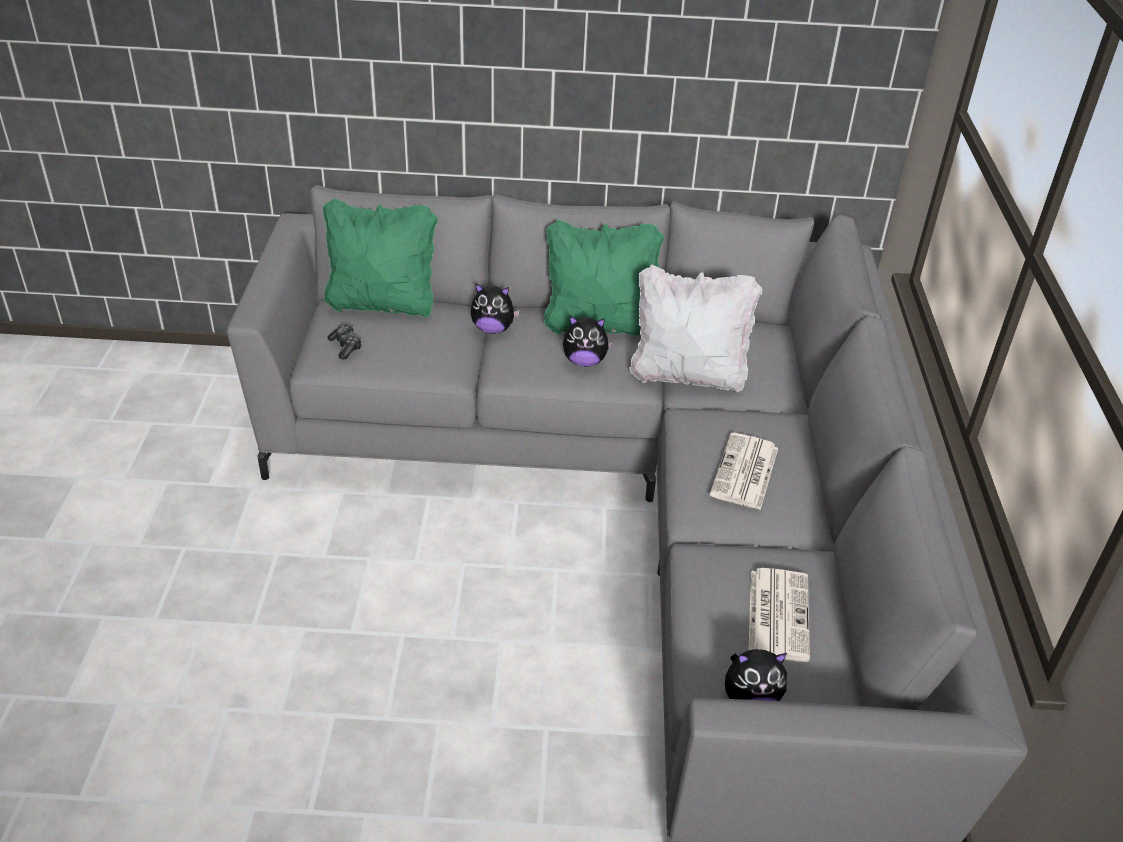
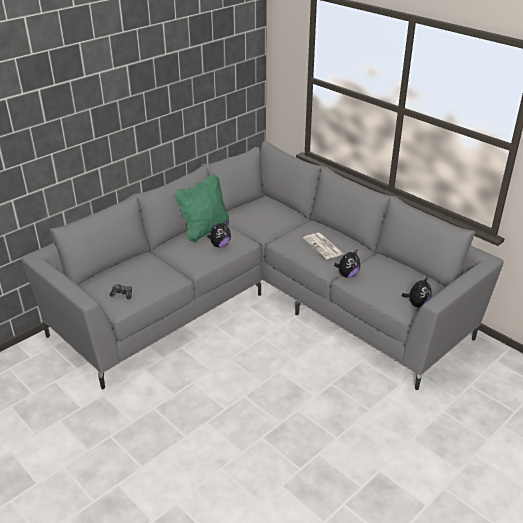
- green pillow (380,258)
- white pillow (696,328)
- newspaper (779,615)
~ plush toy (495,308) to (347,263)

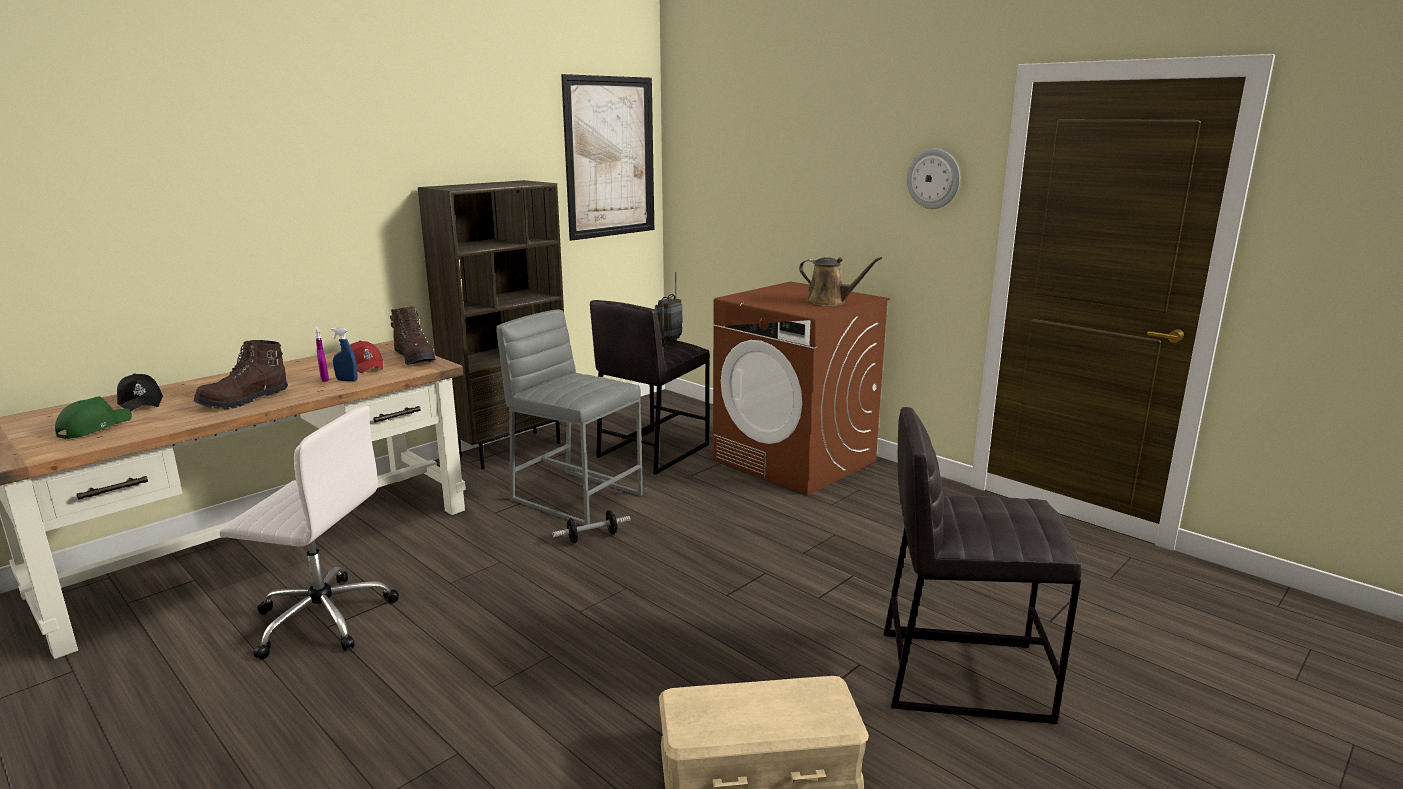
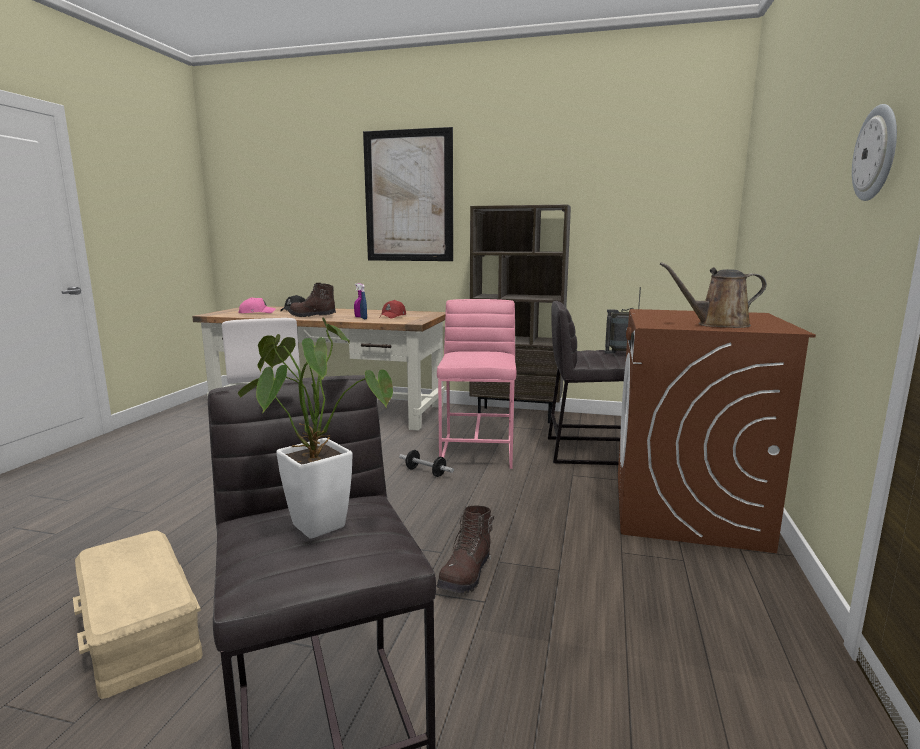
+ potted plant (315,428)
~ brown boot (413,335) to (465,550)
~ picture (607,157) to (408,194)
~ green cap (93,418) to pink cap (257,305)
~ grey stool (569,417) to pink stool (476,384)
~ brown watering can (840,281) = (713,295) 90 degrees clockwise

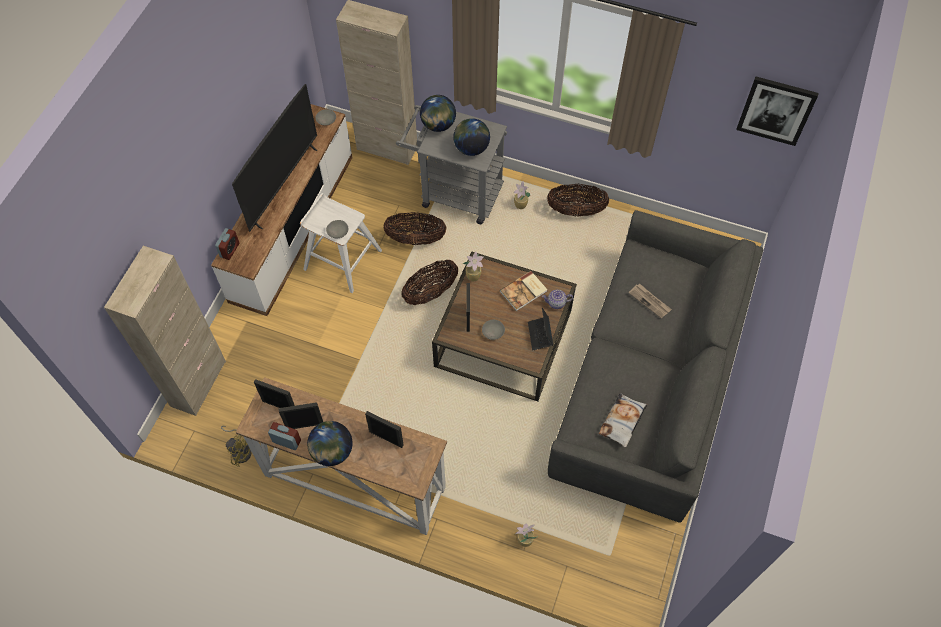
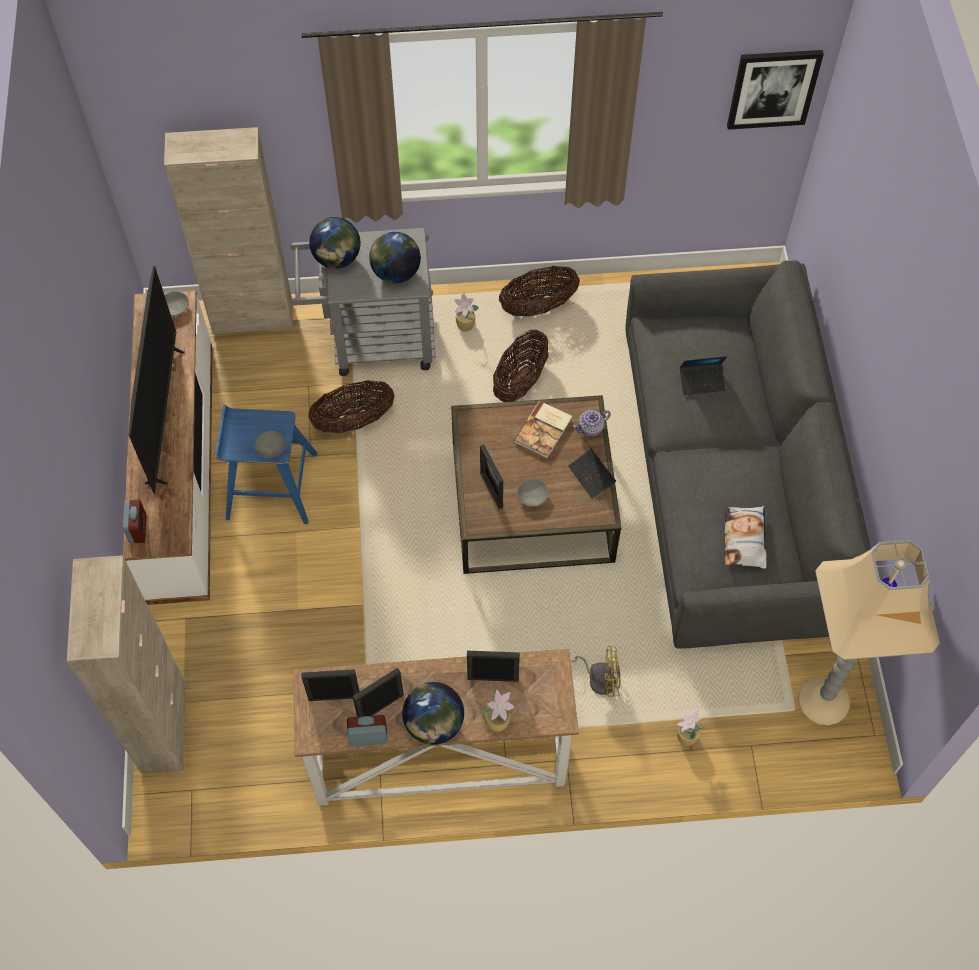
+ beige floor lamp (869,632)
~ yellow fan (236,446) to (596,671)
~ basket (429,282) to (521,365)
~ potted plant (473,266) to (497,711)
~ newspaper (650,301) to laptop (704,375)
~ white stool (341,243) to blue stool (266,464)

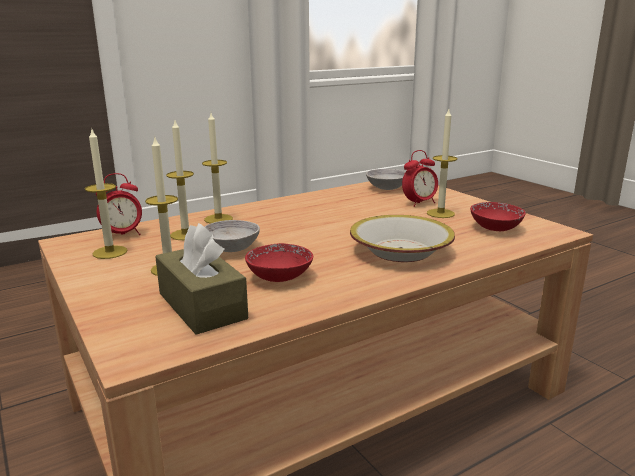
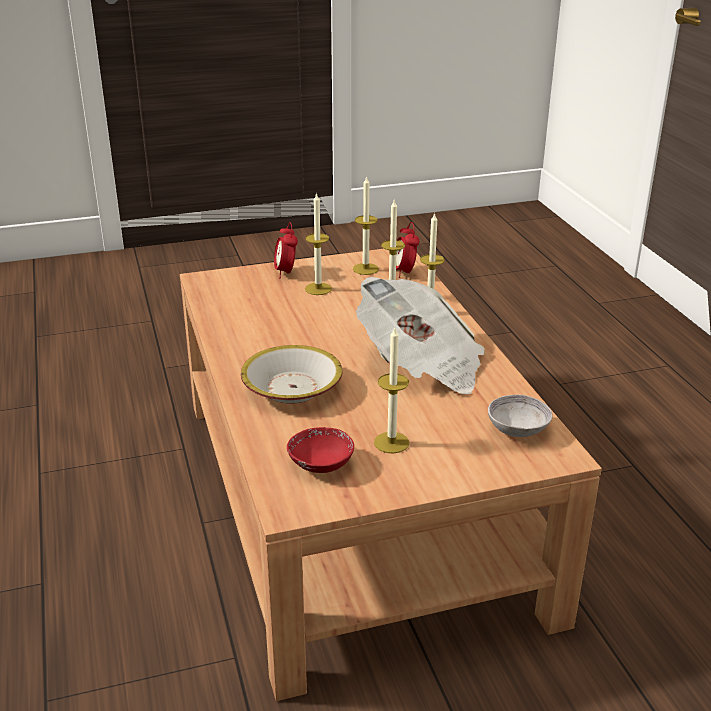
- brown tissue box (201,279)
- grey bowl (232,236)
- red bowl (279,262)
+ newspaper (420,335)
~ alarm clock (420,178) to (286,250)

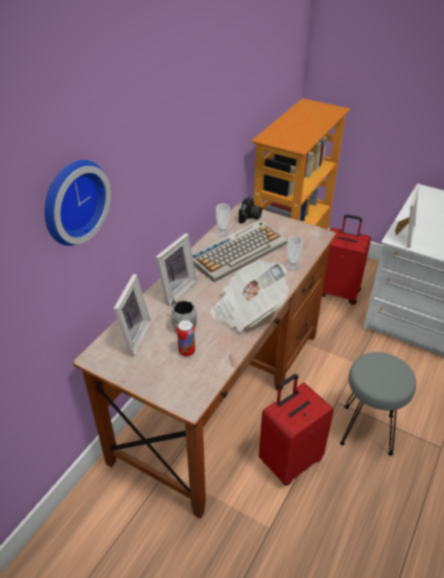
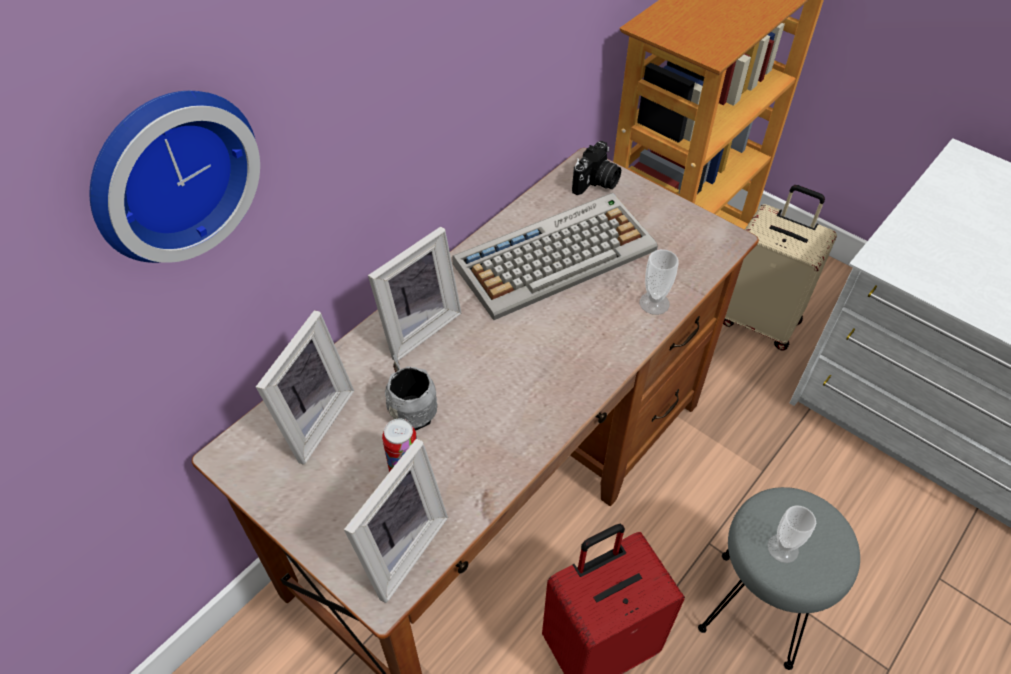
- newspaper (249,296)
~ cup (223,220) to (791,534)
~ picture frame (406,217) to (396,520)
~ red suitcase (346,259) to beige suitcase (780,268)

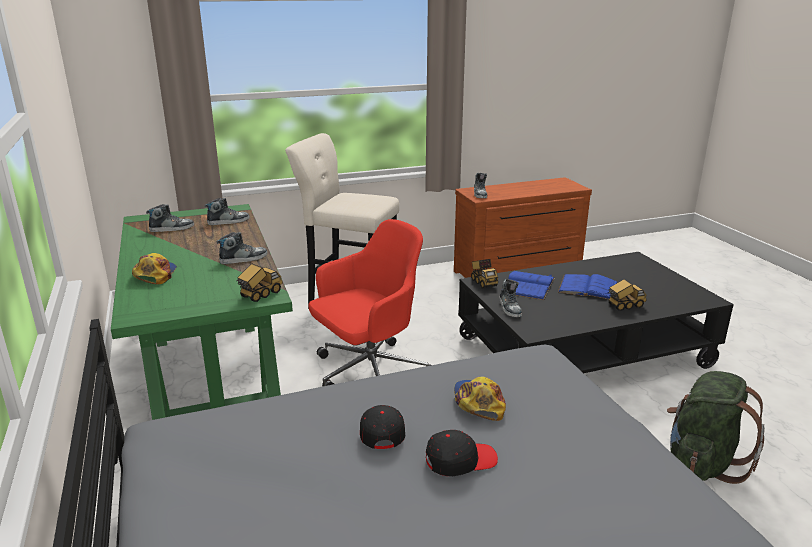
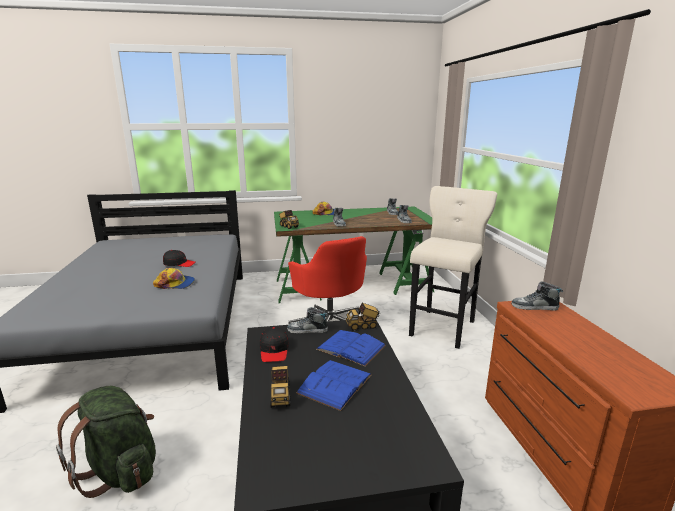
~ black cap (462,453) to (274,344)

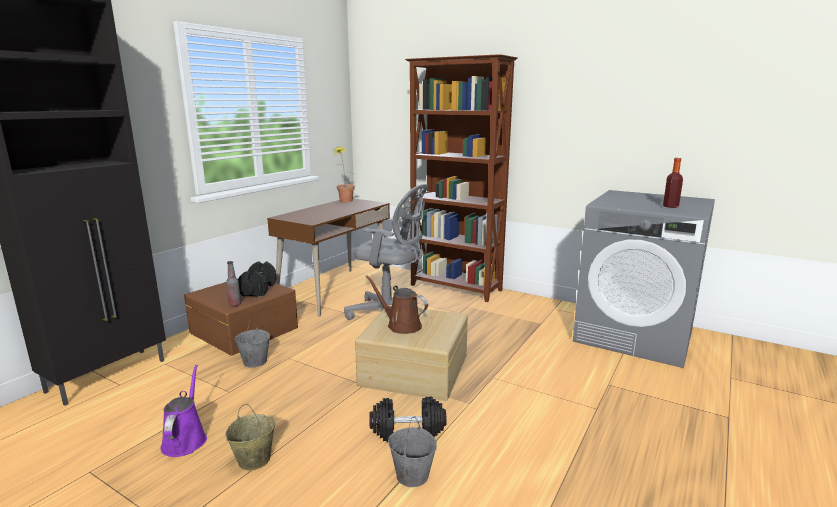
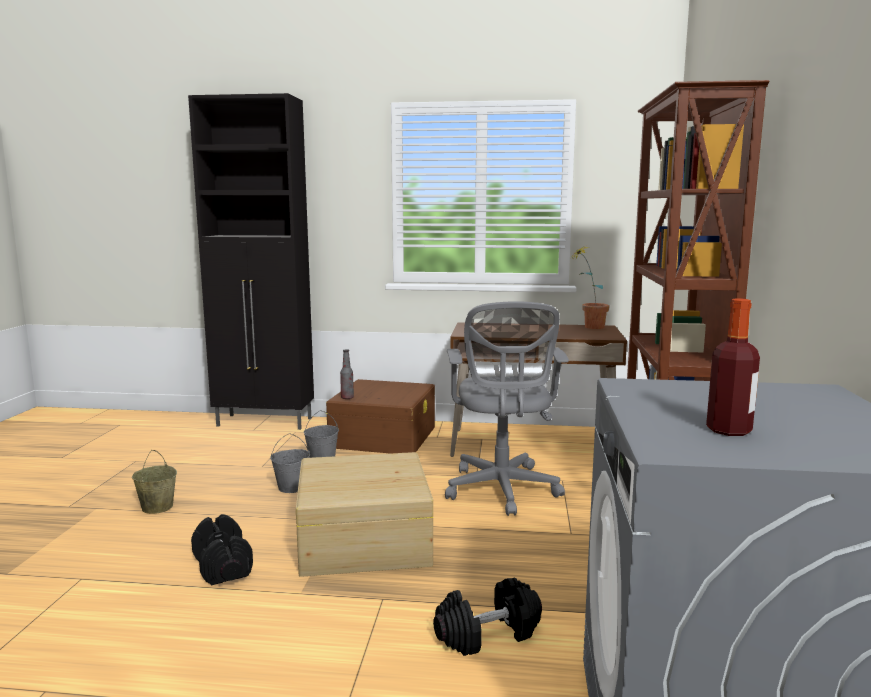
- purple watering can (184,411)
- brown watering can (397,304)
~ black dumbbell (257,278) to (487,617)
~ grey bucket (412,452) to (290,463)

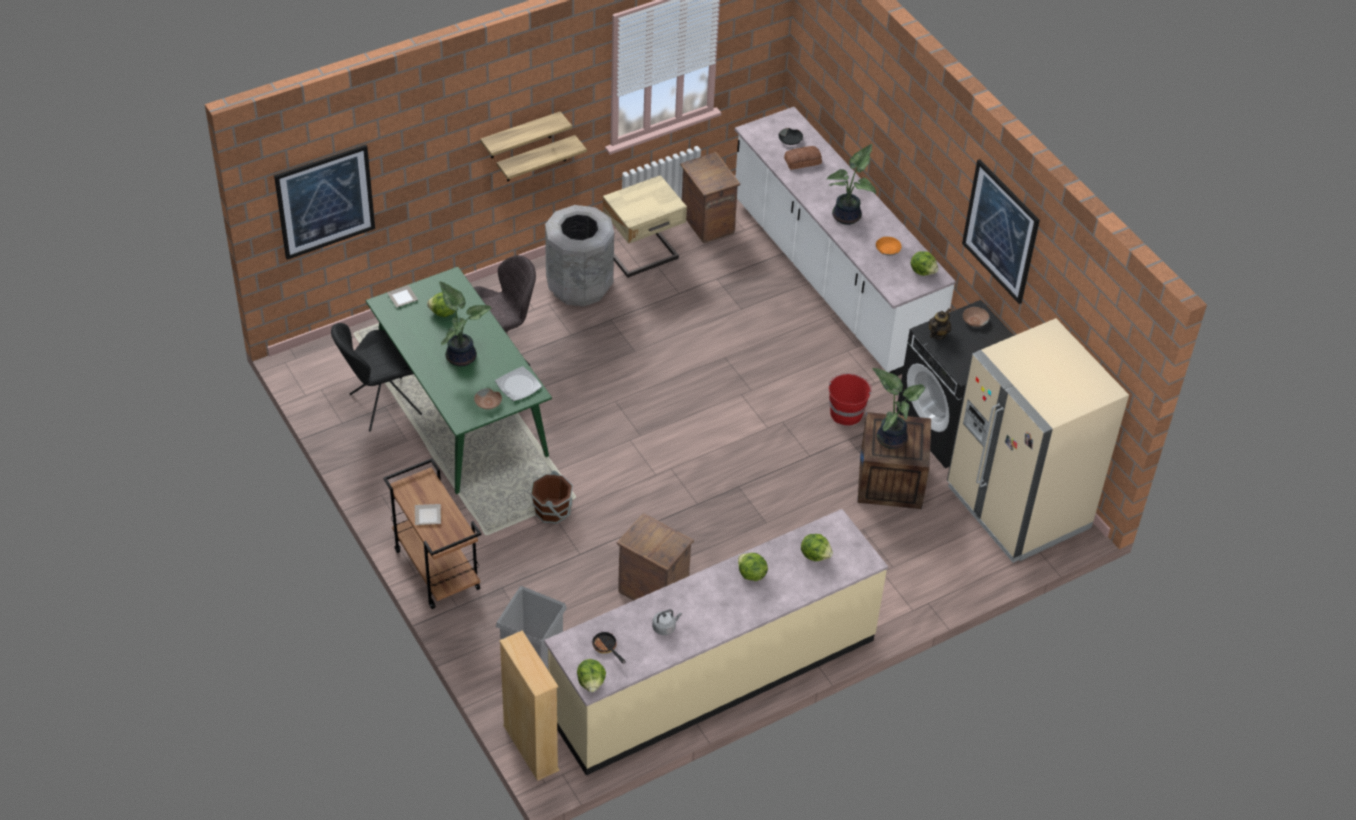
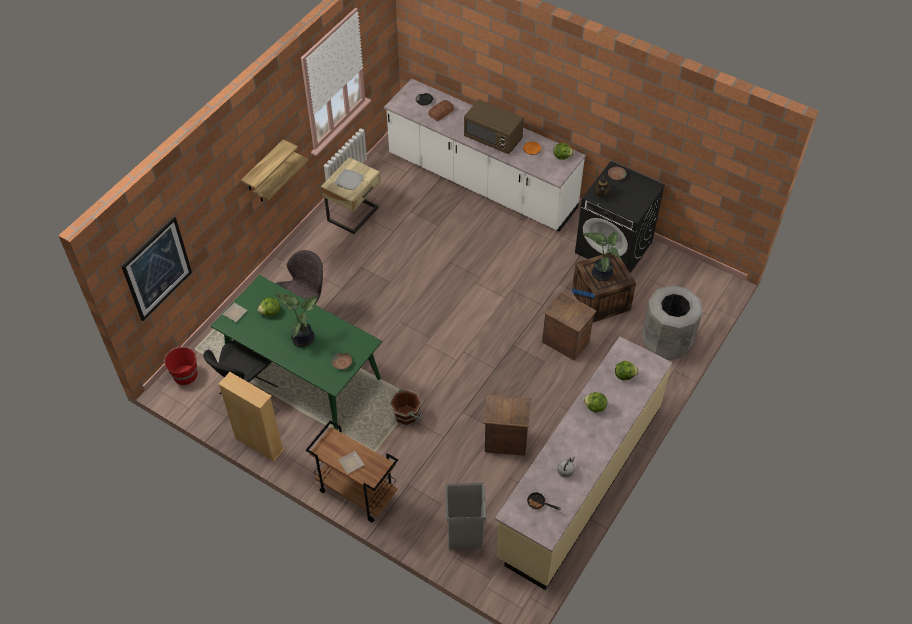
- lettuce (591,675)
- beige fridge (1038,440)
- picture (1001,231)
~ plate (518,383) to (349,179)
~ beige bookcase (529,706) to (251,417)
~ grey trash can (579,256) to (672,323)
~ crate (710,197) to (569,325)
~ red bucket (850,399) to (181,365)
~ potted plant (851,184) to brown microwave (494,126)

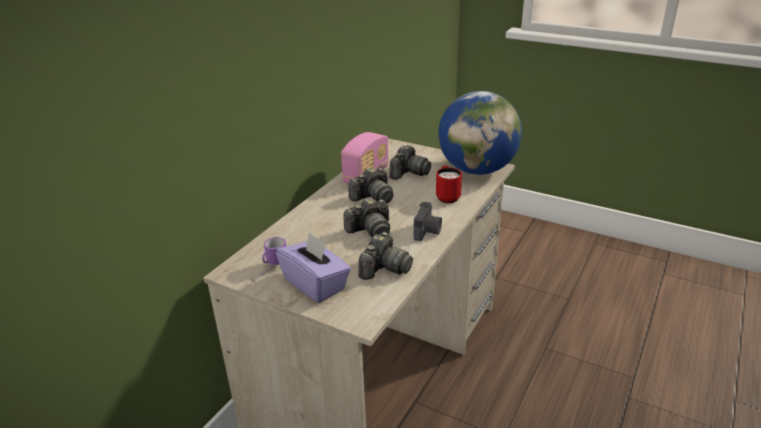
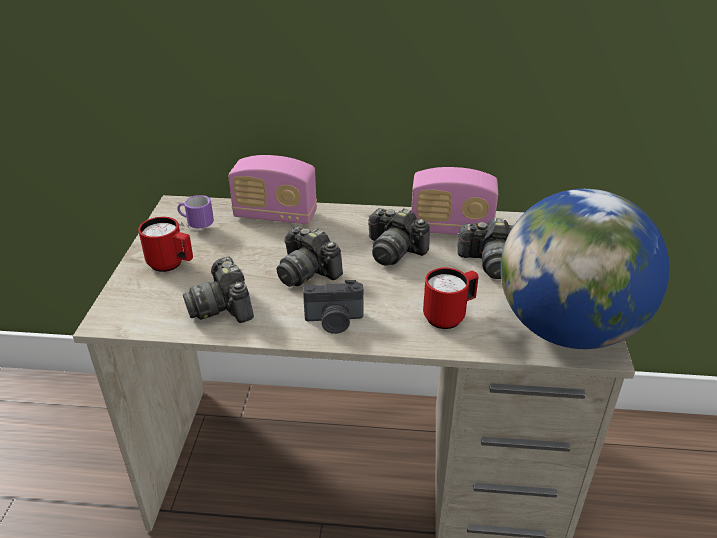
+ radio (272,190)
~ purple tissue box (313,267) to red mug (165,244)
~ photo camera (385,256) = (218,290) 60 degrees clockwise

